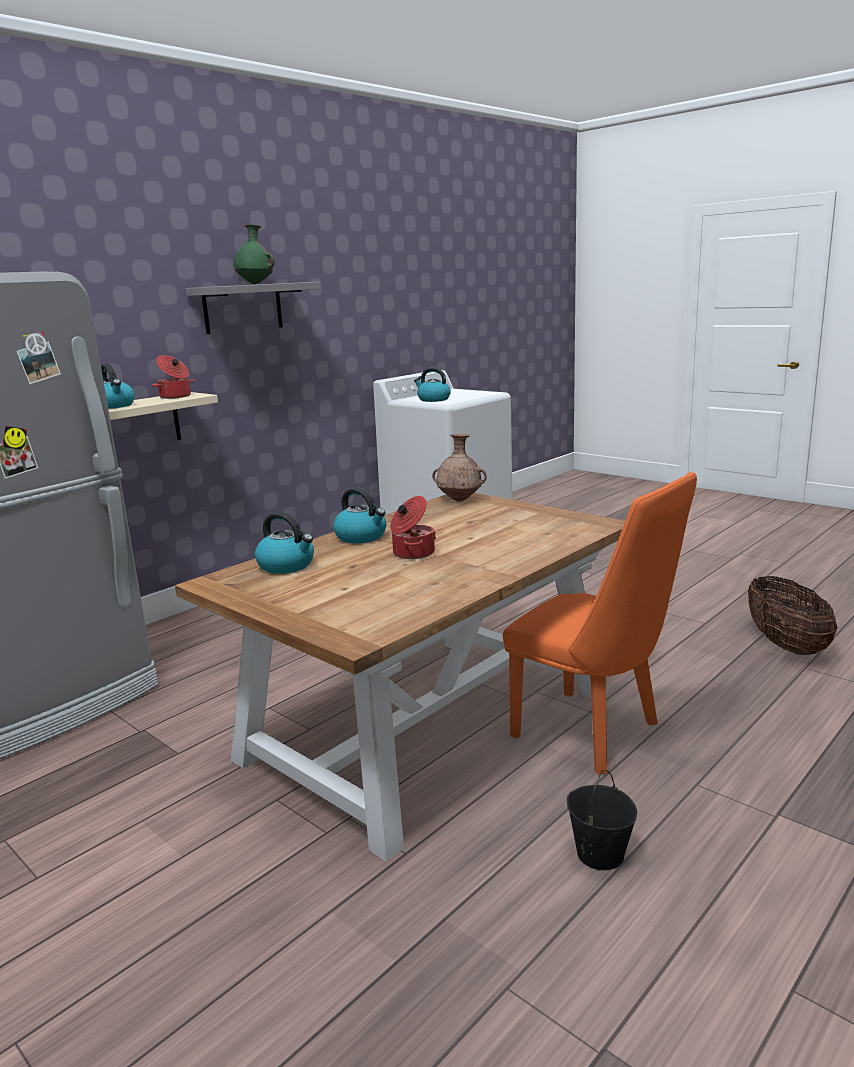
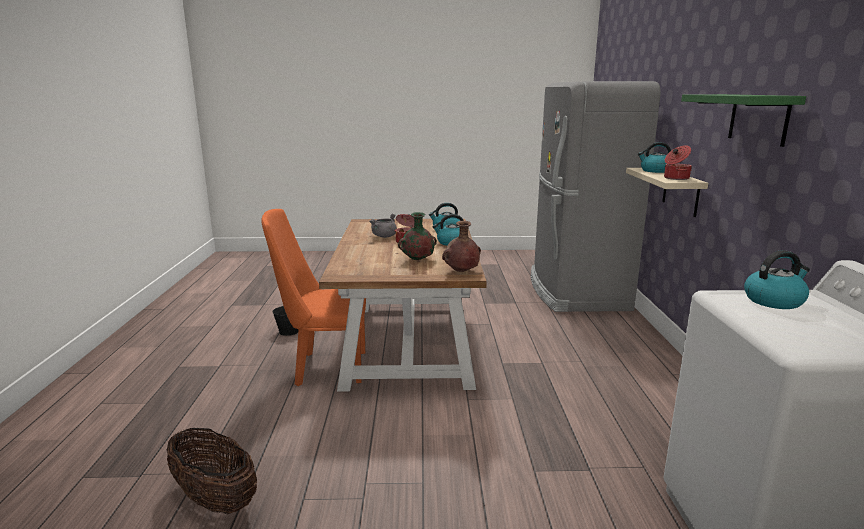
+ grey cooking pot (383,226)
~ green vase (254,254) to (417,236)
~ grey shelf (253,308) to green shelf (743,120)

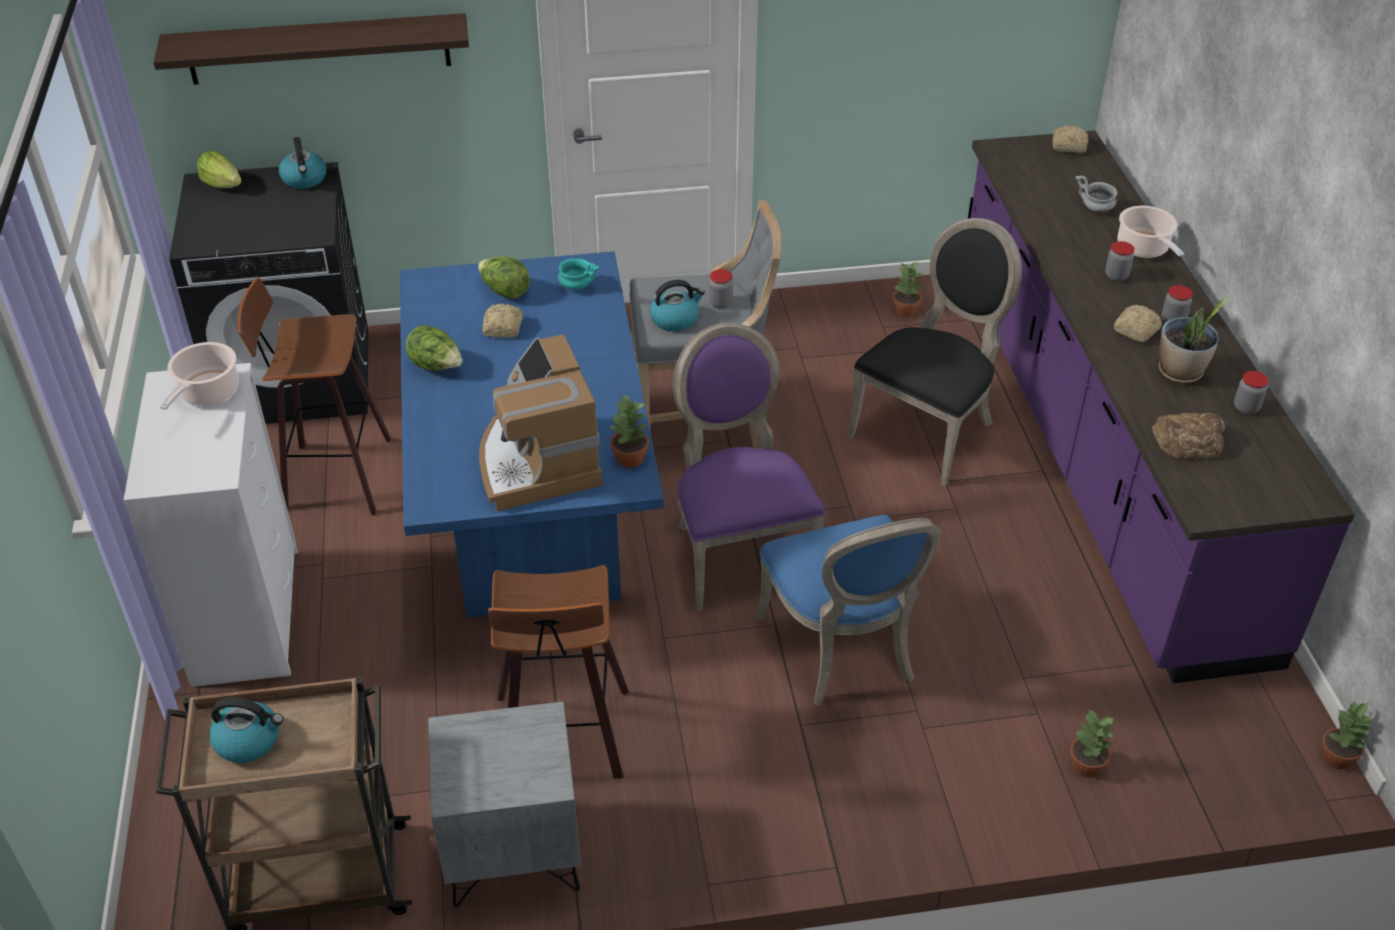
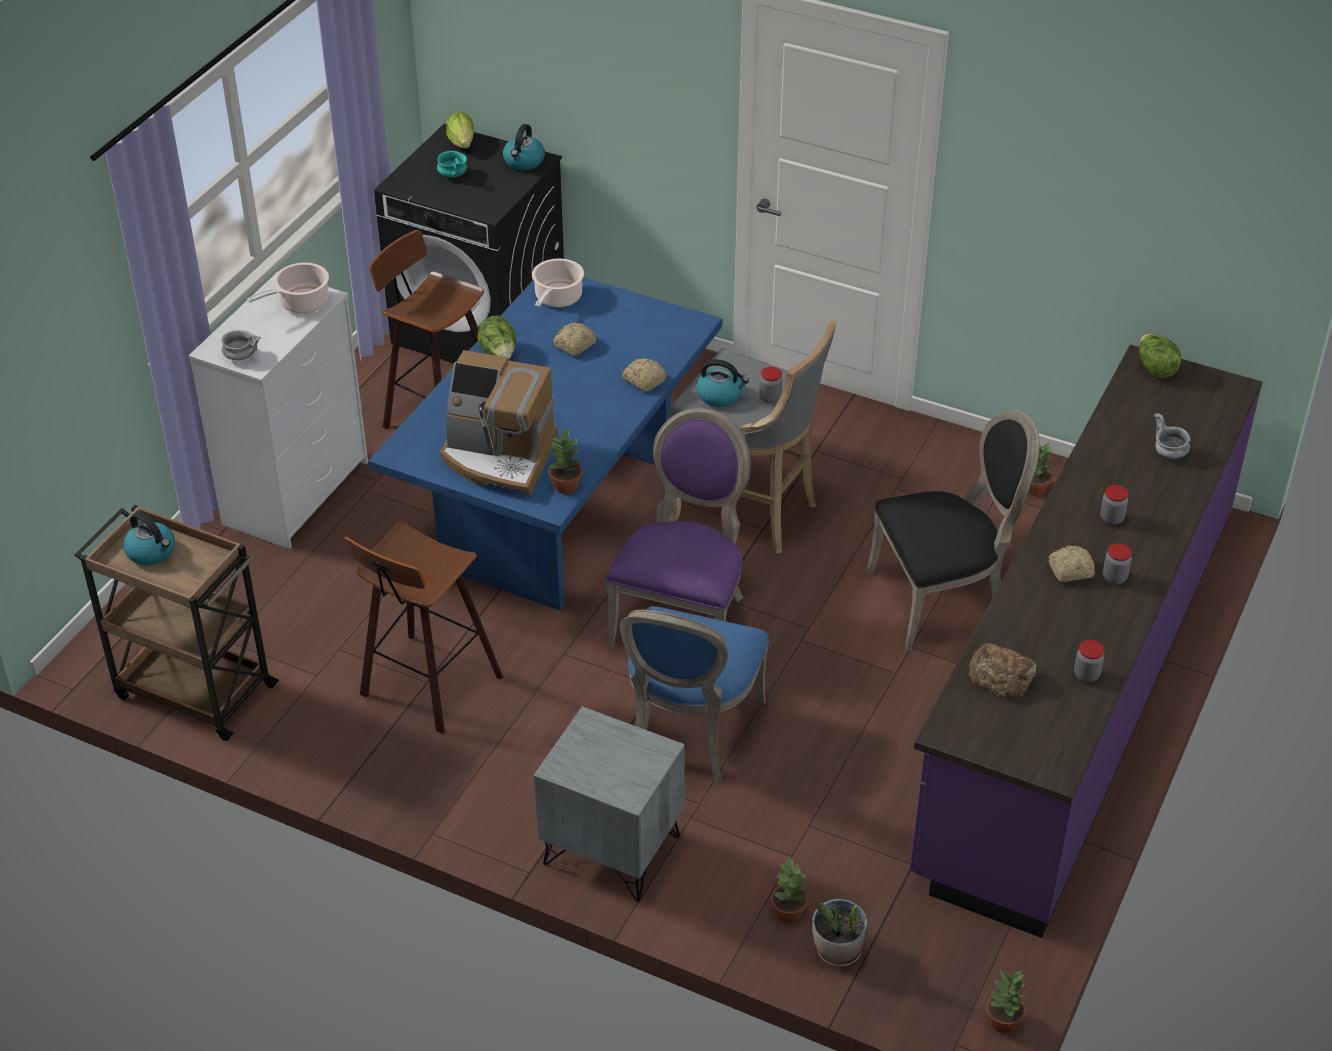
- shelf (311,49)
+ grey bowl (241,345)
~ grey nightstand (504,804) to (609,804)
~ lettuce (504,278) to (1160,356)
~ turquoise bowl (579,274) to (452,164)
~ bread (1070,139) to (644,375)
~ cooking pot (1151,232) to (558,282)
~ potted plant (1194,339) to (839,933)
~ coffee machine (541,422) = (499,423) 90 degrees counterclockwise

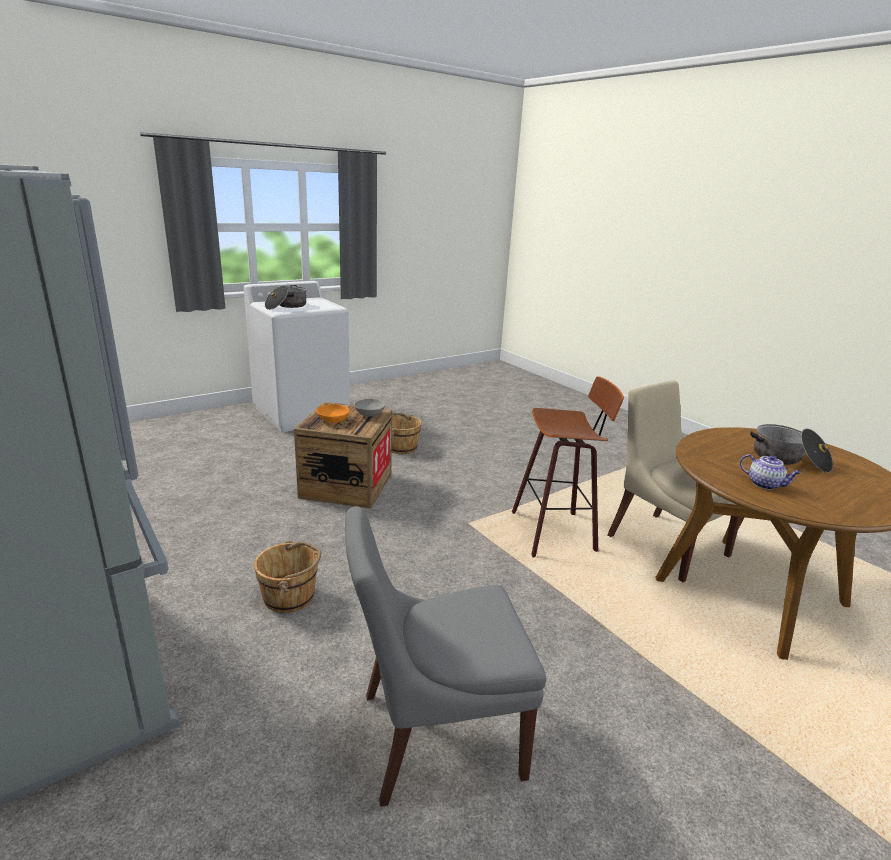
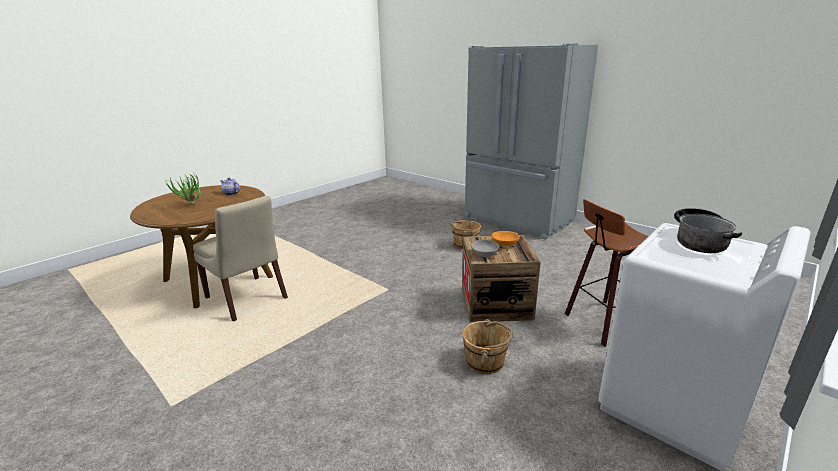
- grey chair (445,657)
~ stool (568,467) to (606,273)
~ cooking pot (791,448) to potted plant (183,189)

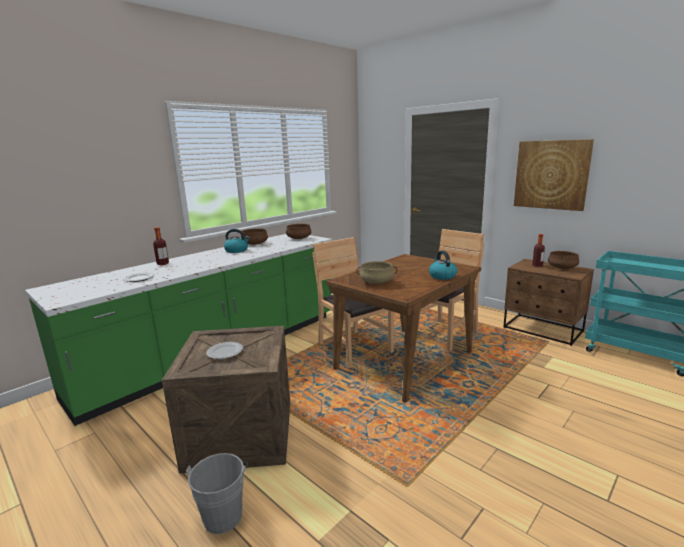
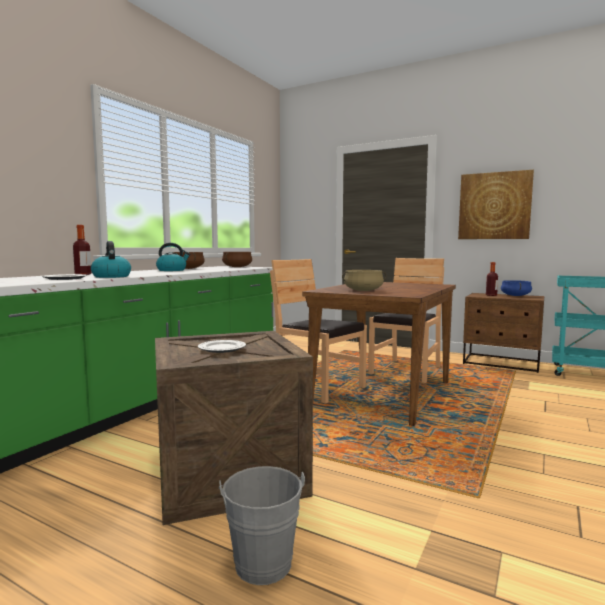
~ kettle (443,265) to (111,259)
~ brown cooking pot (563,260) to blue cooking pot (516,288)

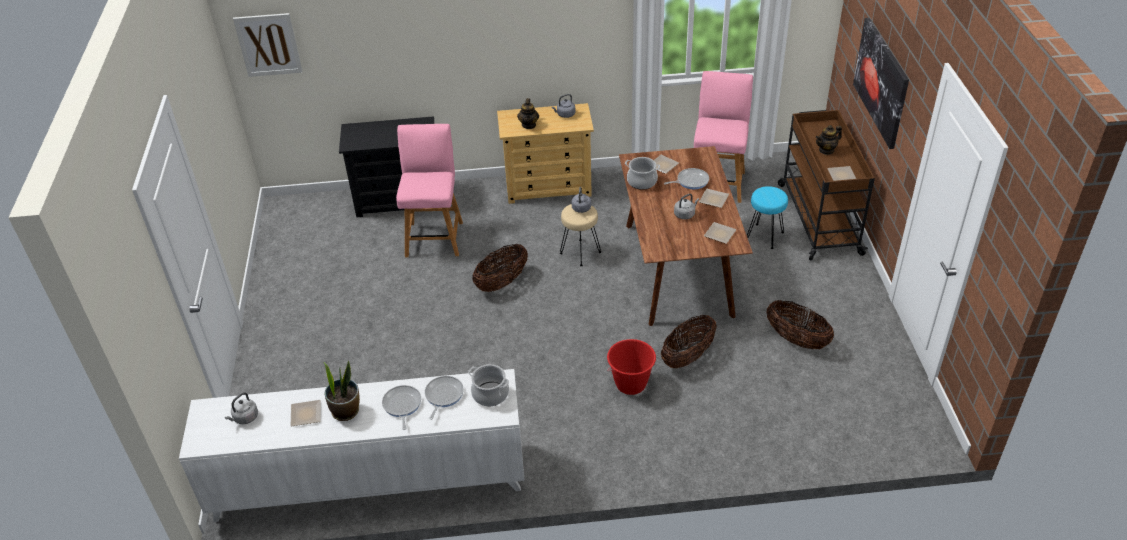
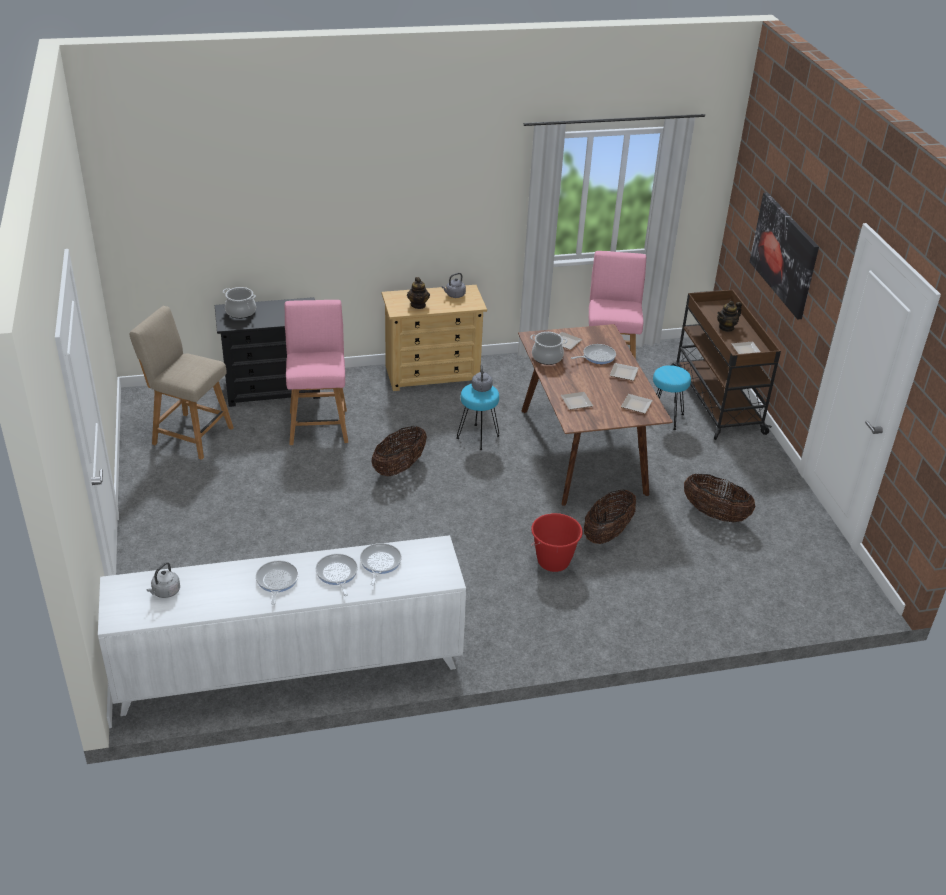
- picture (268,45)
- grey kettle (686,206)
+ beige chair (182,383)
~ plate (306,413) to (577,401)
~ cooking pot (488,385) to (239,303)
~ potted plant (342,391) to frying pan (277,582)
~ beige stool (580,235) to turquoise stool (478,417)

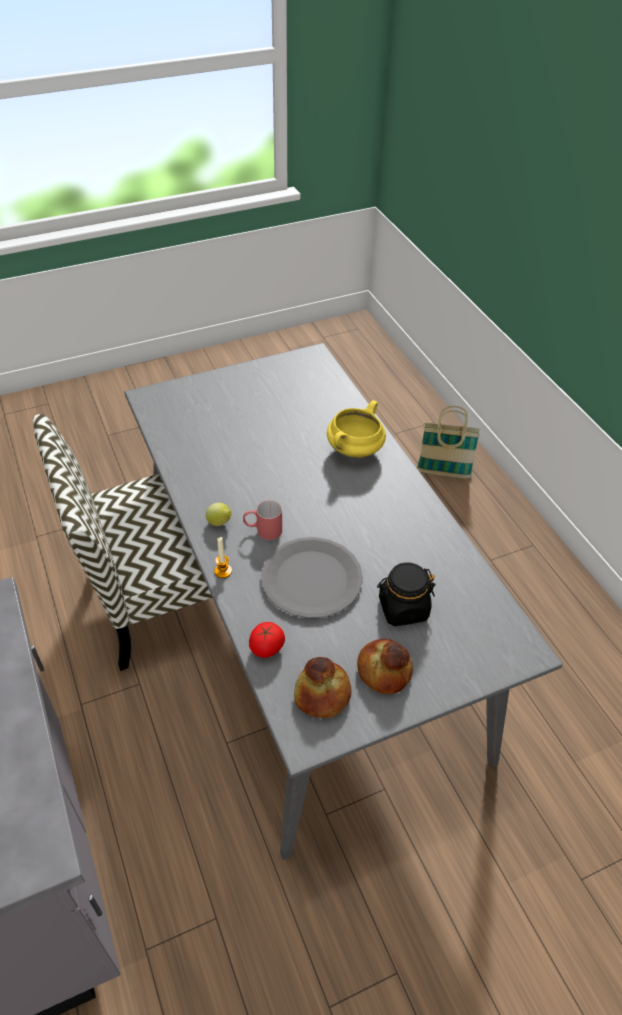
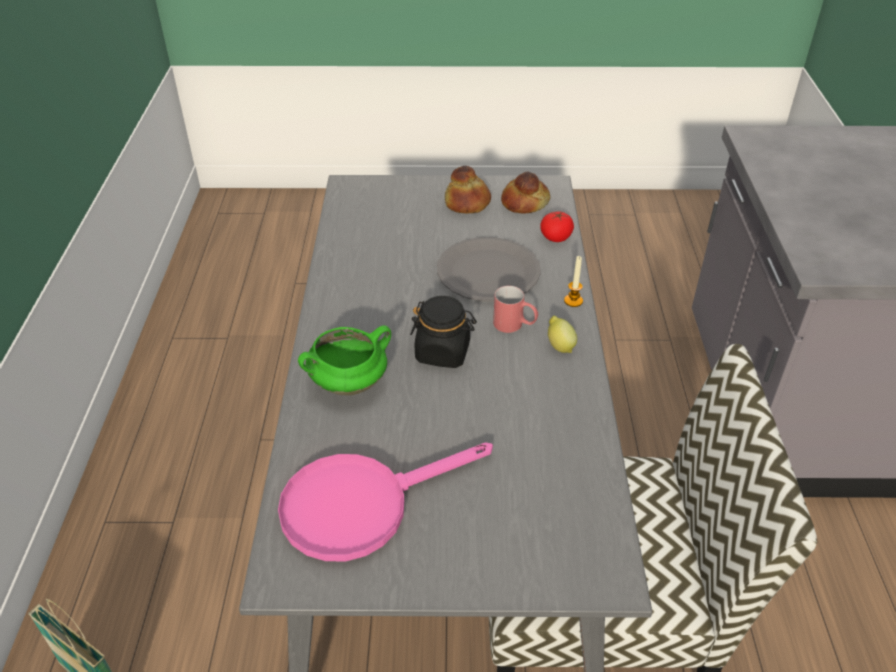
+ pink frying pan (385,501)
~ black jar (406,594) to (443,332)
~ yellow cooking pot (356,429) to green cooking pot (344,360)

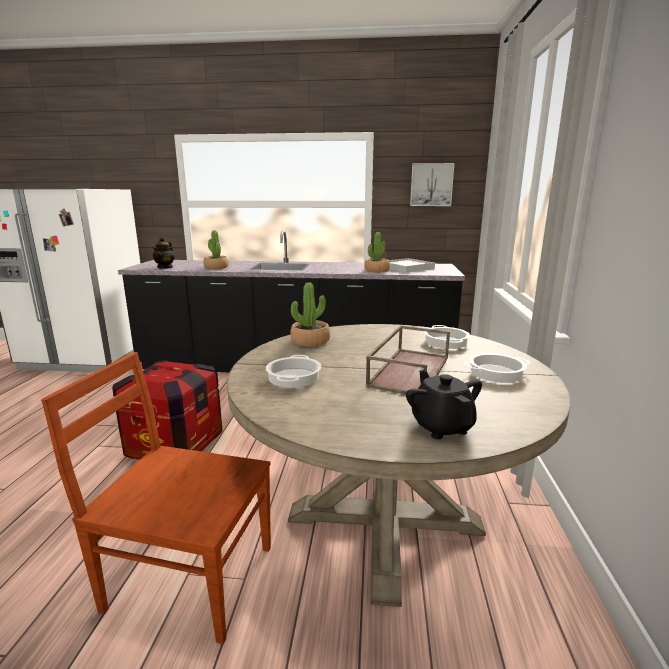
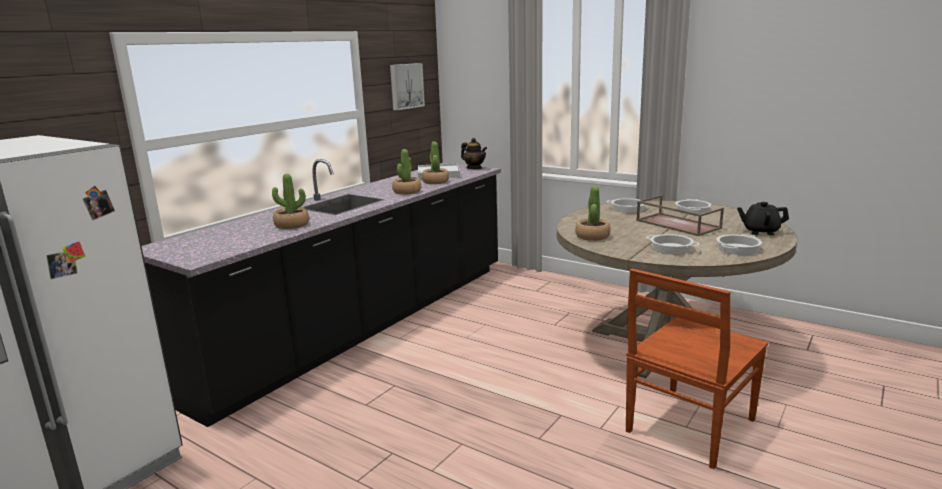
- crate (167,410)
+ potted plant (406,172)
+ cooking pot (739,244)
~ teapot (163,253) to (474,153)

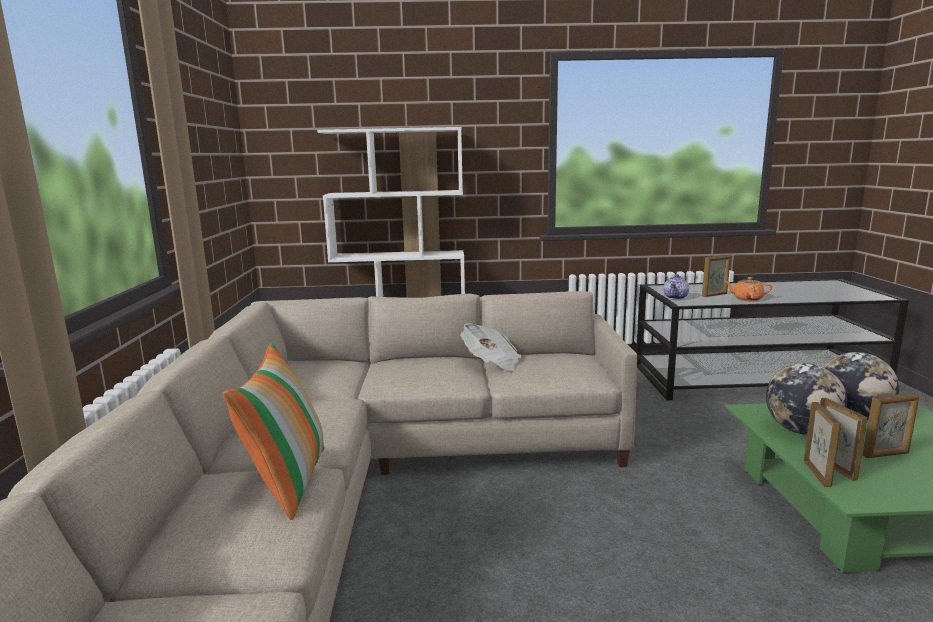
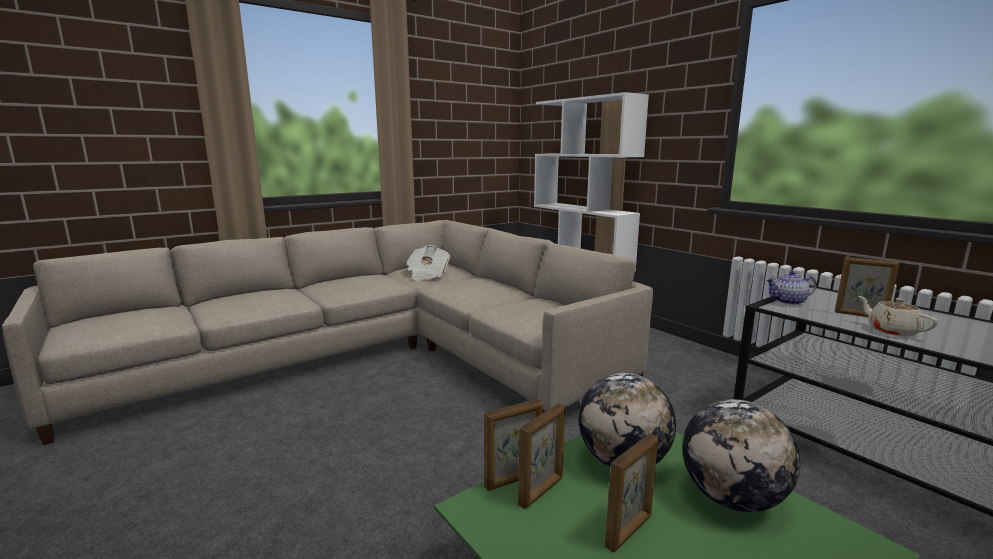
- pillow (274,431)
~ newspaper (491,347) to (428,263)
~ orange teapot (748,289) to beige teapot (898,316)
~ picture frame (890,425) = (631,492) 90 degrees counterclockwise

